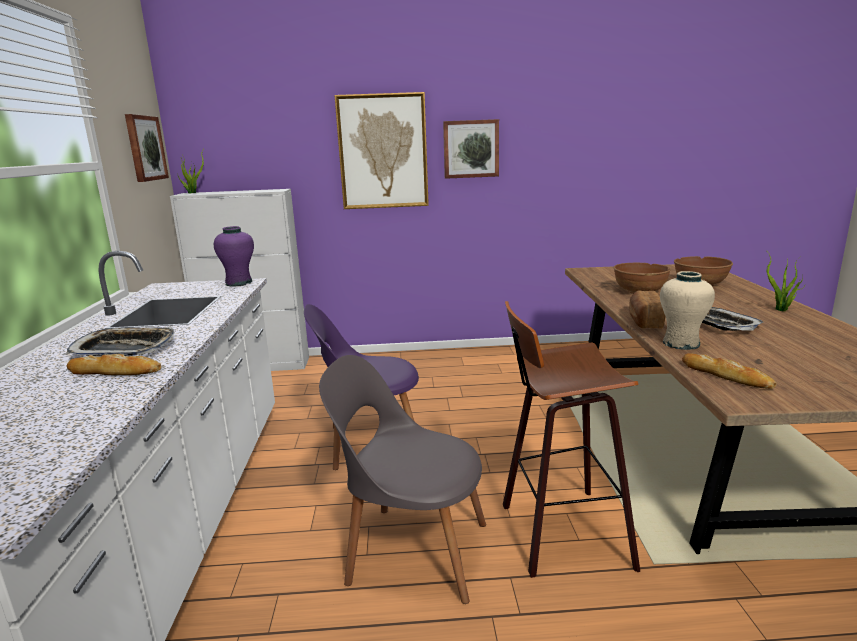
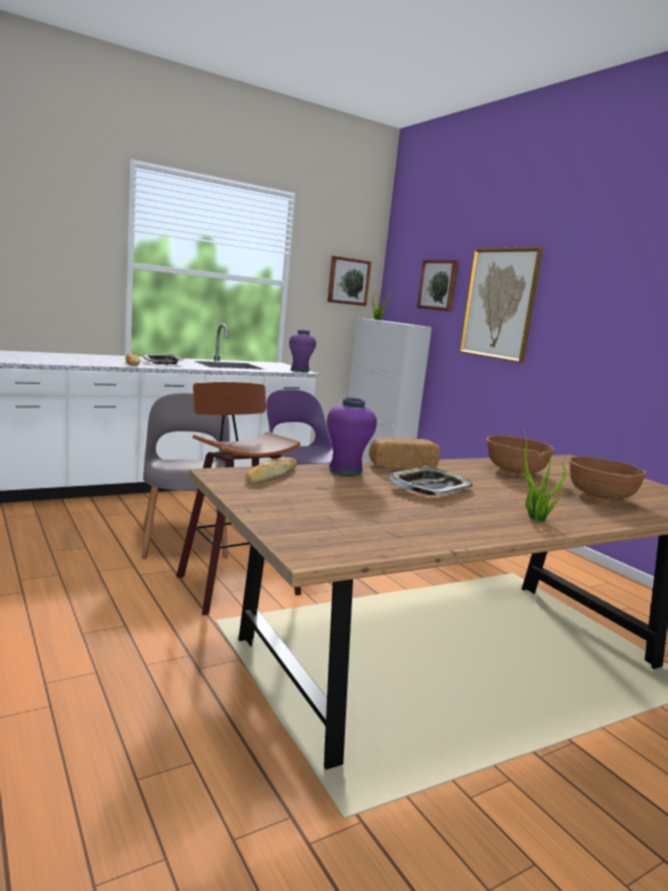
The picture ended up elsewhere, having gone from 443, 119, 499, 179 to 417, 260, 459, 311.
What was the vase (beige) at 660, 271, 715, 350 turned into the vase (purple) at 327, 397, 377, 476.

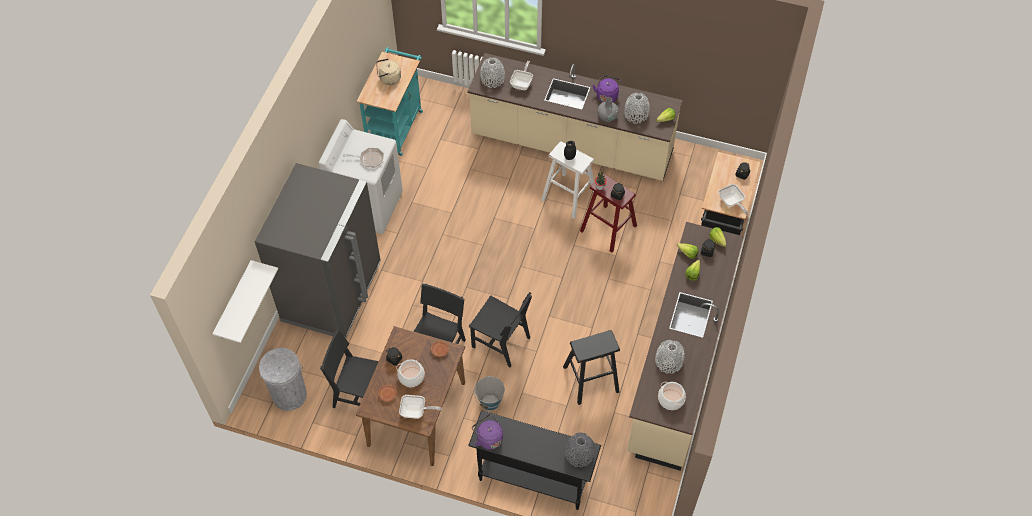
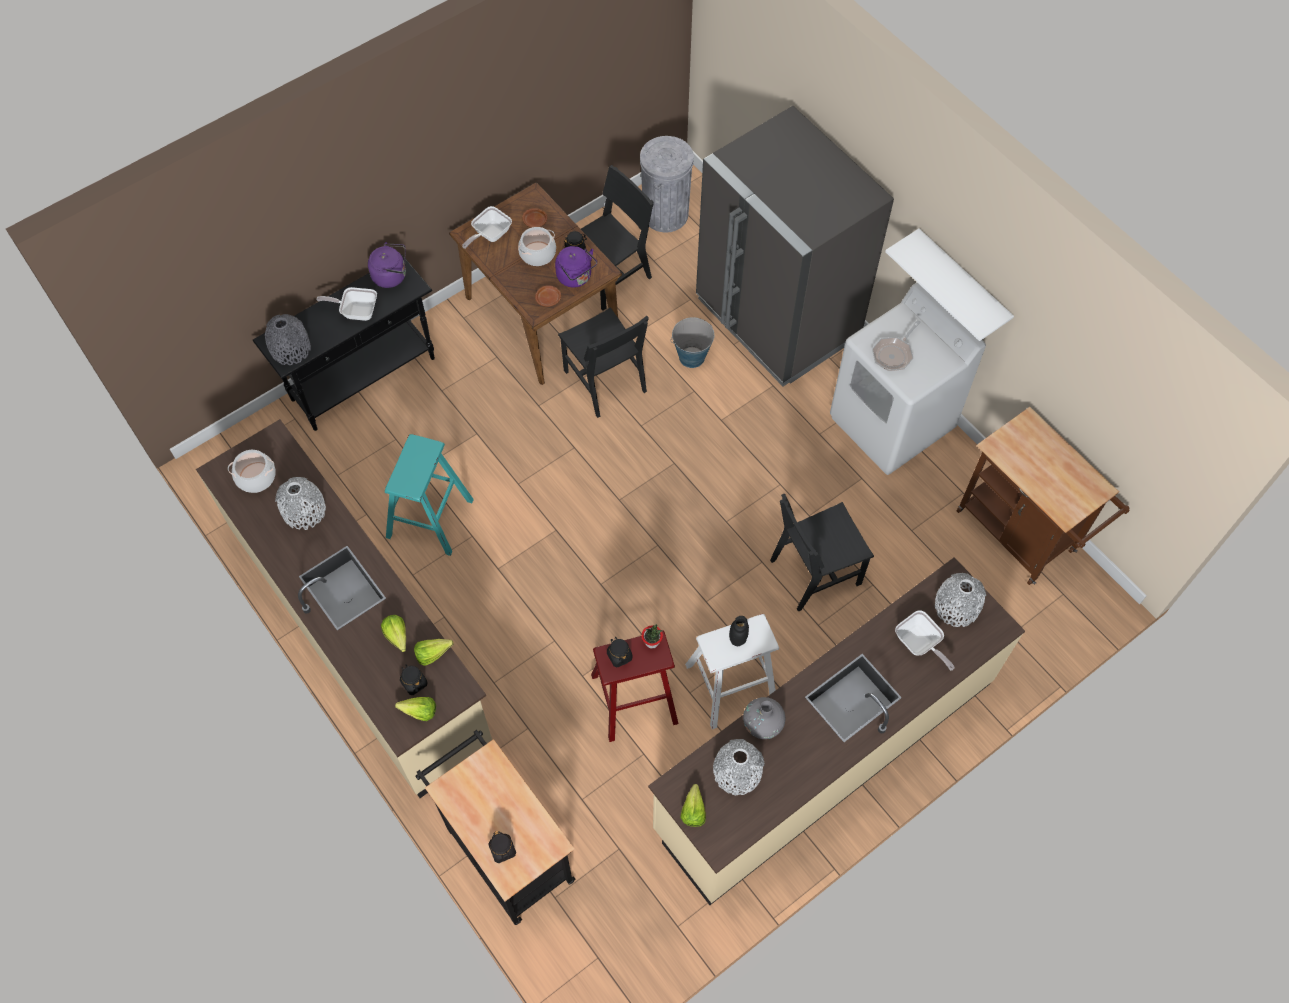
The second view lost the kettle (beige) at 376, 58, 401, 85.
The shelf (white) ended up elsewhere, having gone from 212, 260, 278, 343 to 885, 229, 1014, 341.
The chair (black) ended up elsewhere, having gone from 469, 292, 532, 367 to 770, 494, 874, 612.
The bucket ended up elsewhere, having gone from 474, 376, 505, 411 to 670, 317, 714, 368.
The kettle (purple) ended up elsewhere, having gone from 592, 75, 621, 102 to 555, 246, 597, 288.
The frying pan ended up elsewhere, having gone from 719, 184, 748, 215 to 317, 287, 377, 321.
What was the cart (turquoise) at 357, 47, 423, 156 turned into the cart (brown) at 956, 407, 1129, 585.
What was the stool (black) at 563, 330, 620, 405 turned into the stool (turquoise) at 385, 434, 474, 556.

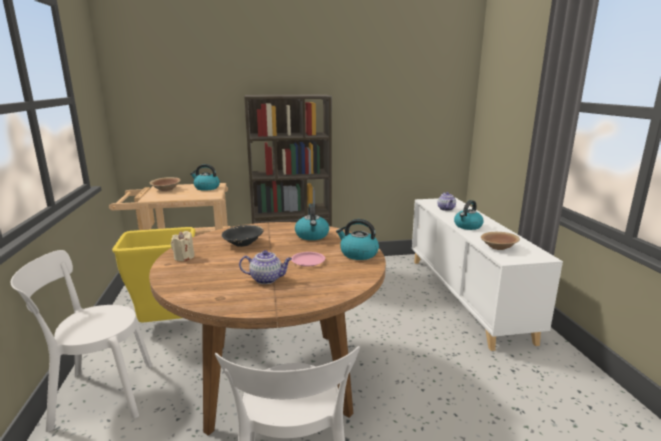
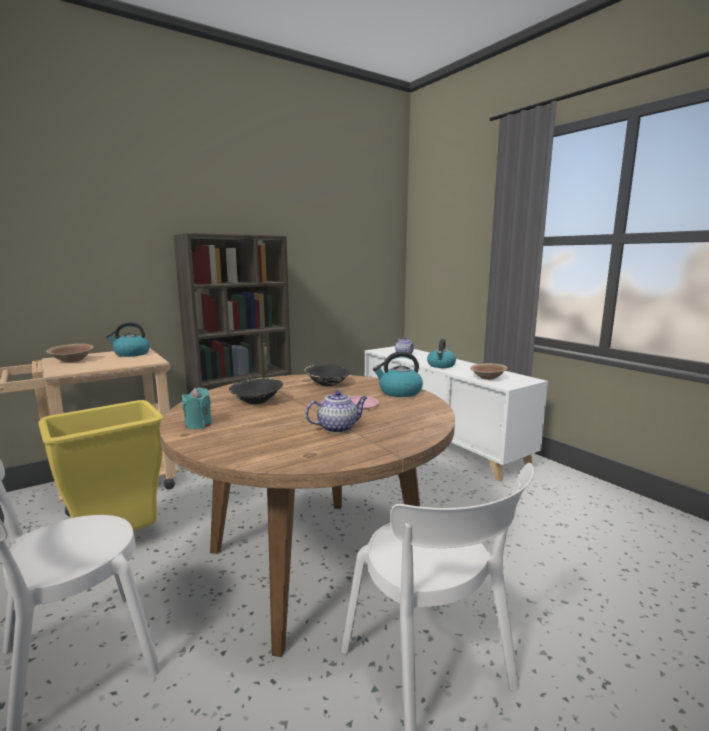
Where the kettle stood at 295, 203, 329, 240, the bowl (black) came to stand at 304, 364, 350, 386.
What was the candle (beige) at 171, 231, 195, 261 turned into the candle (turquoise) at 182, 388, 212, 429.

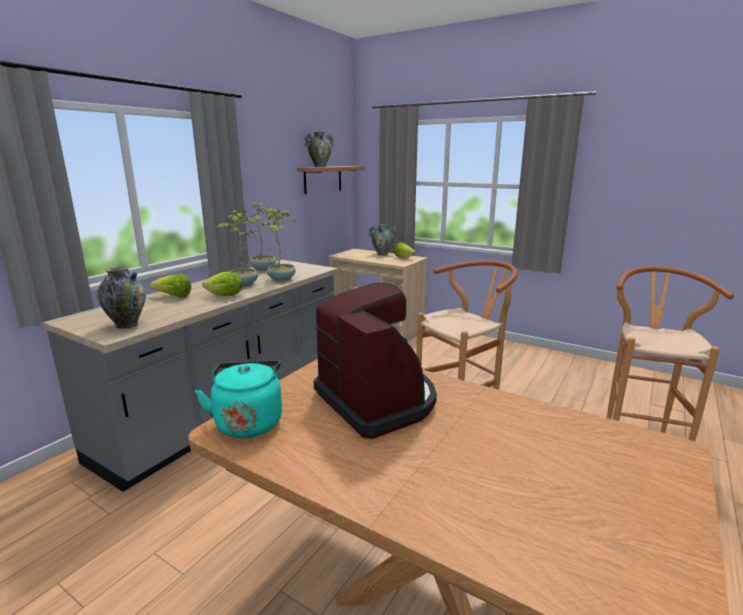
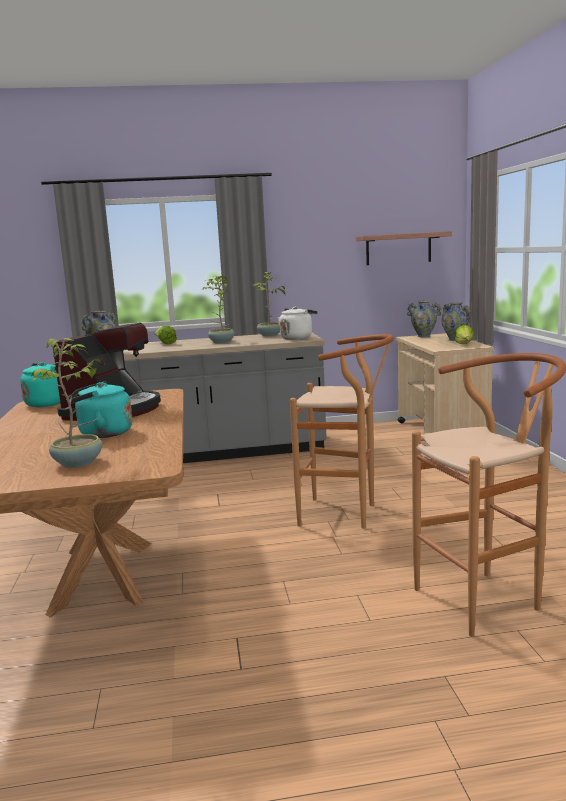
The second view lost the lettuce at 202, 272, 242, 296.
The second view gained the kettle (turquoise) at 66, 381, 133, 438.
The second view gained the kettle (white) at 278, 307, 317, 340.
The potted plant ended up elsewhere, having gone from 267, 208, 296, 282 to 32, 338, 102, 468.
The vase ended up elsewhere, having gone from 305, 132, 334, 167 to 407, 301, 441, 337.

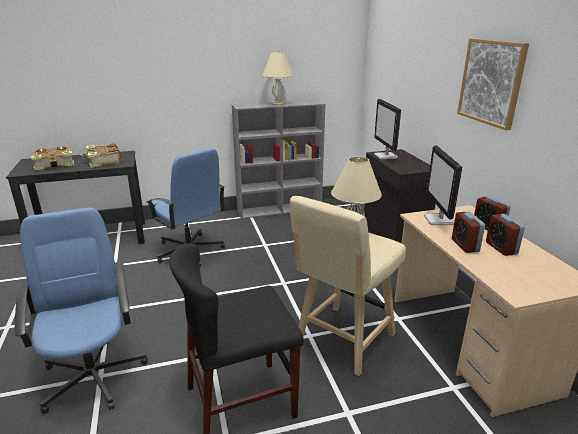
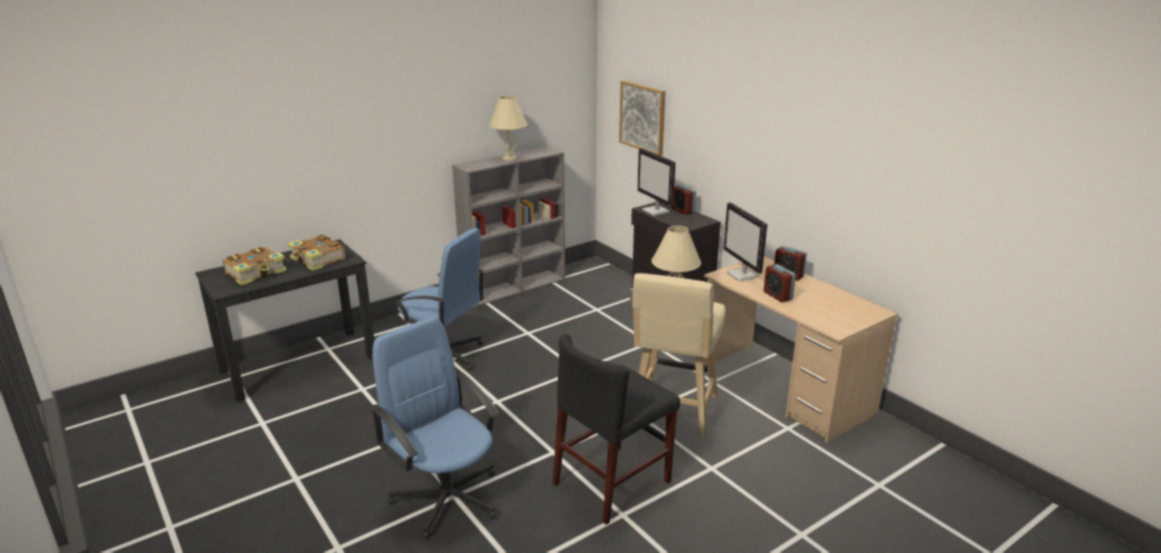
The picture ended up elsewhere, having gone from 457, 38, 529, 131 to 619, 81, 665, 156.
The alarm clock ended up elsewhere, having gone from 486, 214, 525, 256 to 671, 185, 696, 215.

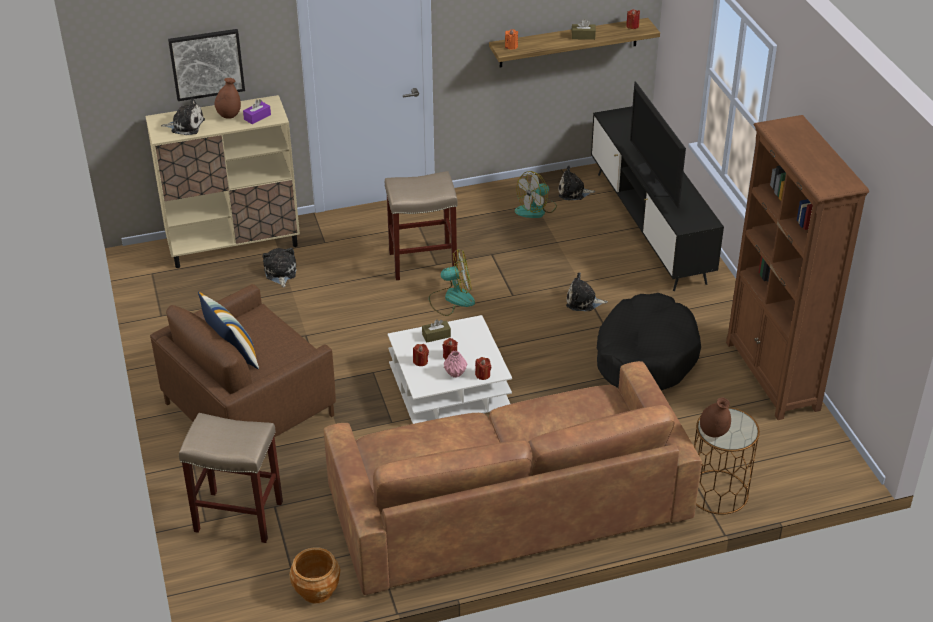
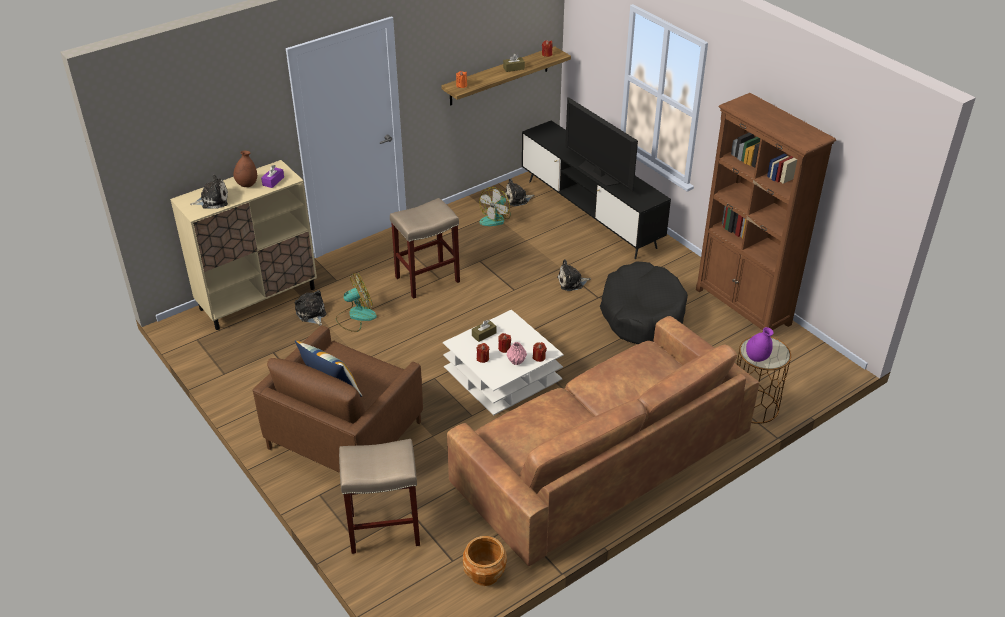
The second view lost the picture at 168, 29, 245, 101.
The fan ended up elsewhere, having gone from 429, 249, 475, 316 to 336, 273, 377, 332.
What was the vase (brown) at 700, 398, 731, 437 turned into the vase (purple) at 746, 327, 773, 362.

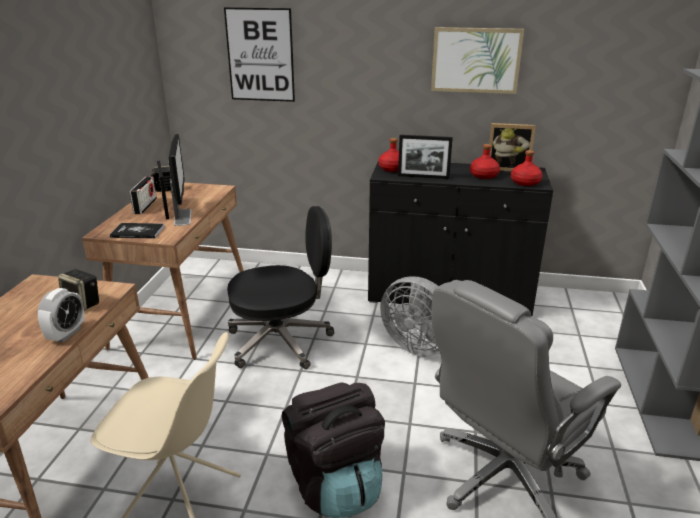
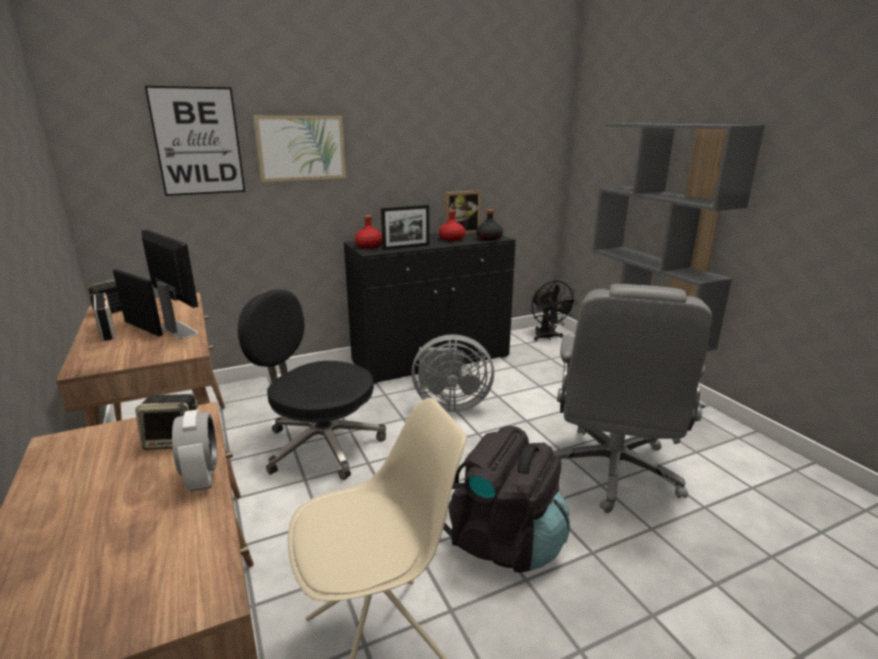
The second view lost the book at 110, 223, 164, 238.
The second view gained the fan (black) at 532, 280, 578, 341.
The picture ended up elsewhere, having gone from 431, 27, 524, 94 to 253, 115, 346, 182.
What was the bottle (red) at 511, 150, 543, 186 turned into the bottle (black) at 476, 209, 503, 241.
The office chair (black) at 227, 206, 334, 369 ended up facing another way, 105 degrees counterclockwise from before.

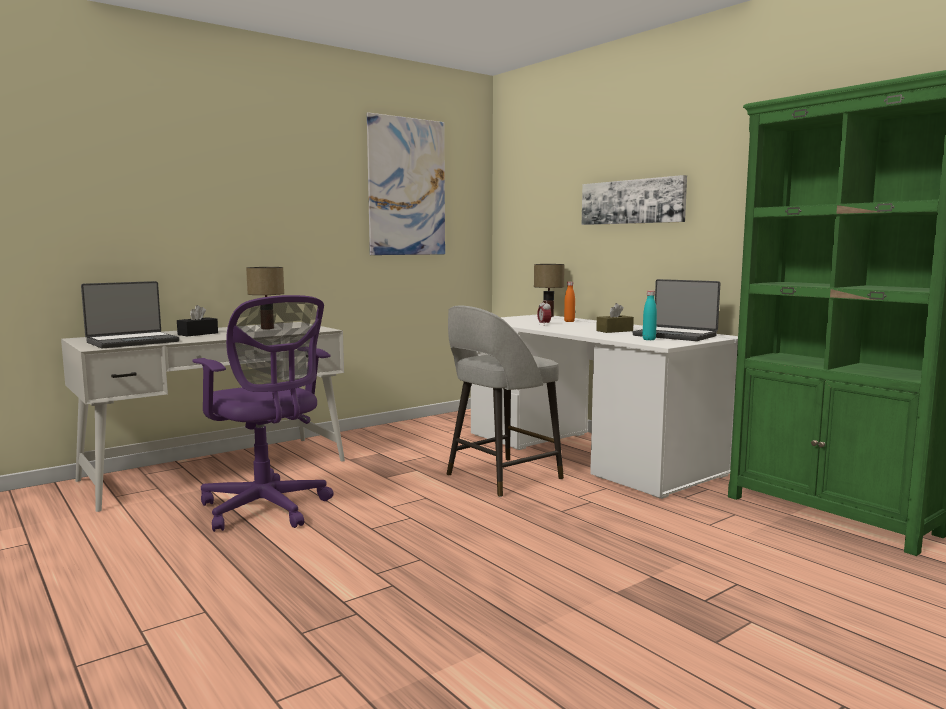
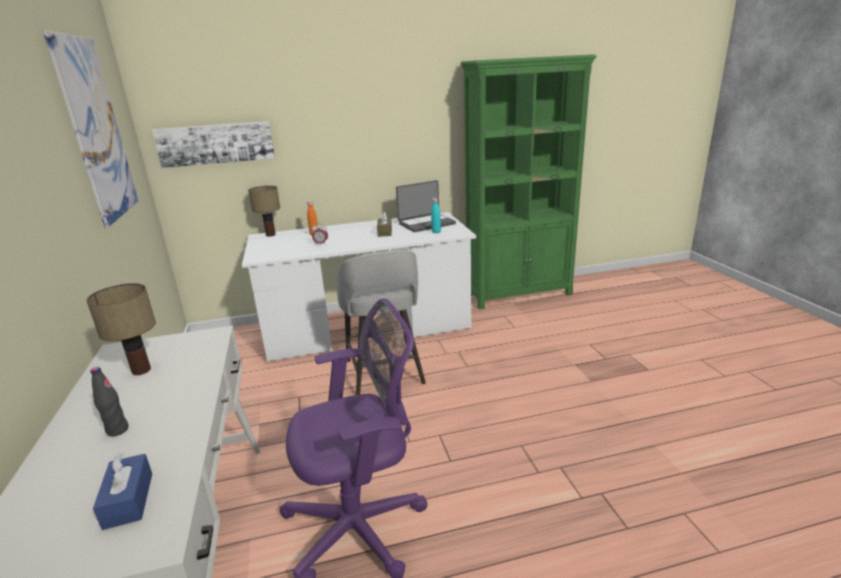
The picture ended up elsewhere, having gone from 582, 175, 687, 225 to 152, 121, 275, 168.
Where the laptop stood at 81, 281, 179, 348, the tissue box (blue) came to stand at 93, 452, 152, 530.
Where the tissue box (black) stood at 177, 305, 218, 337, the bottle (black) came to stand at 90, 367, 128, 437.

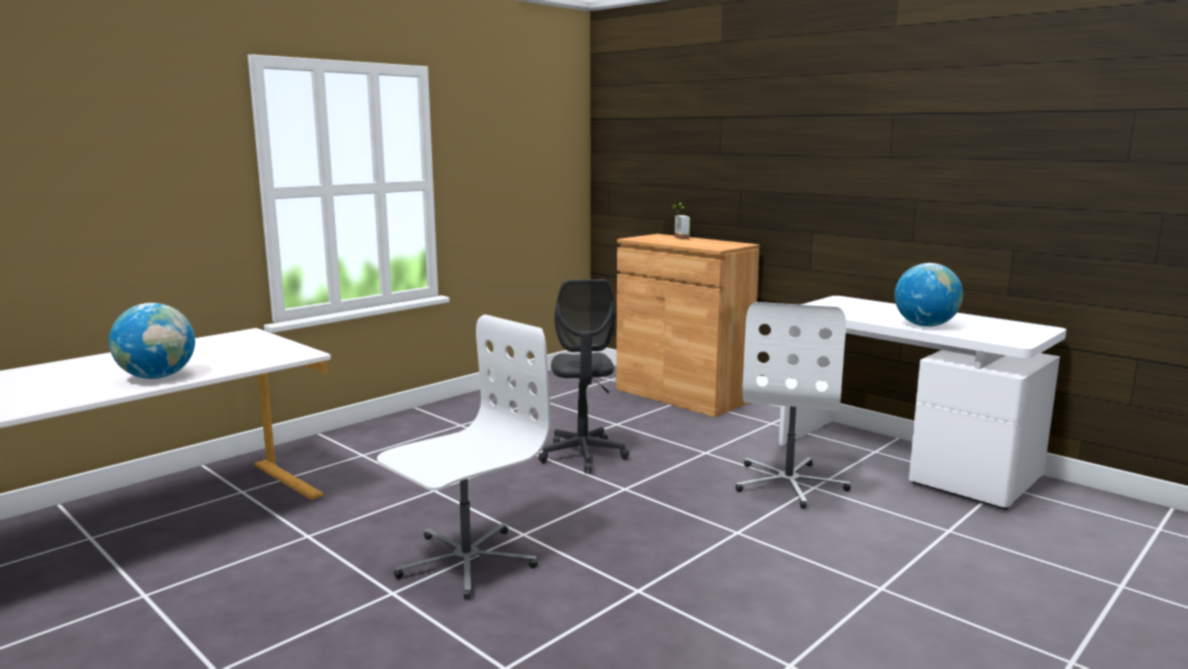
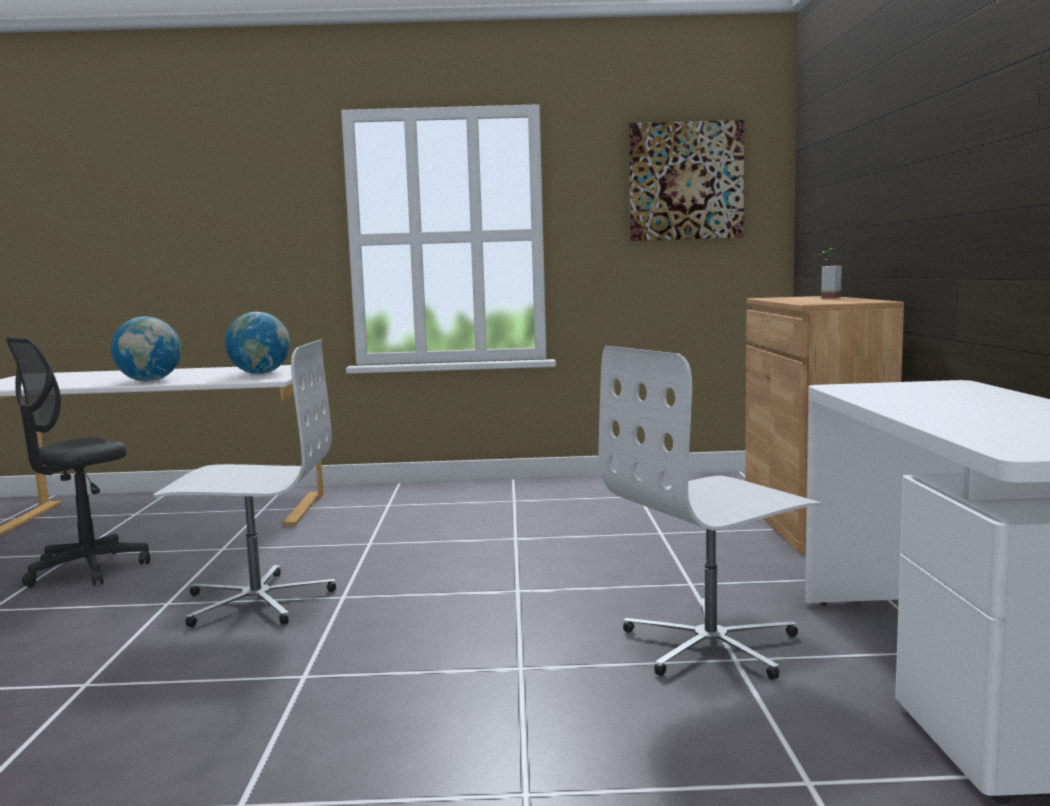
The second view gained the picture at 629, 120, 744, 241.
The office chair (grey) ended up elsewhere, having gone from 538, 279, 629, 473 to 5, 338, 150, 587.
The globe ended up elsewhere, having gone from 895, 263, 963, 327 to 225, 312, 290, 374.

